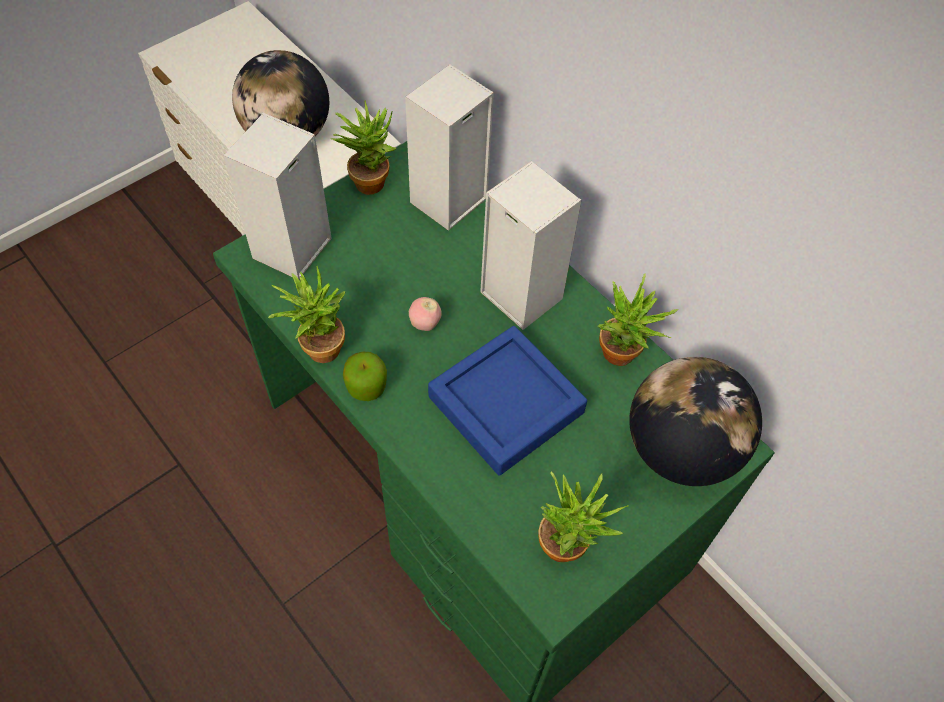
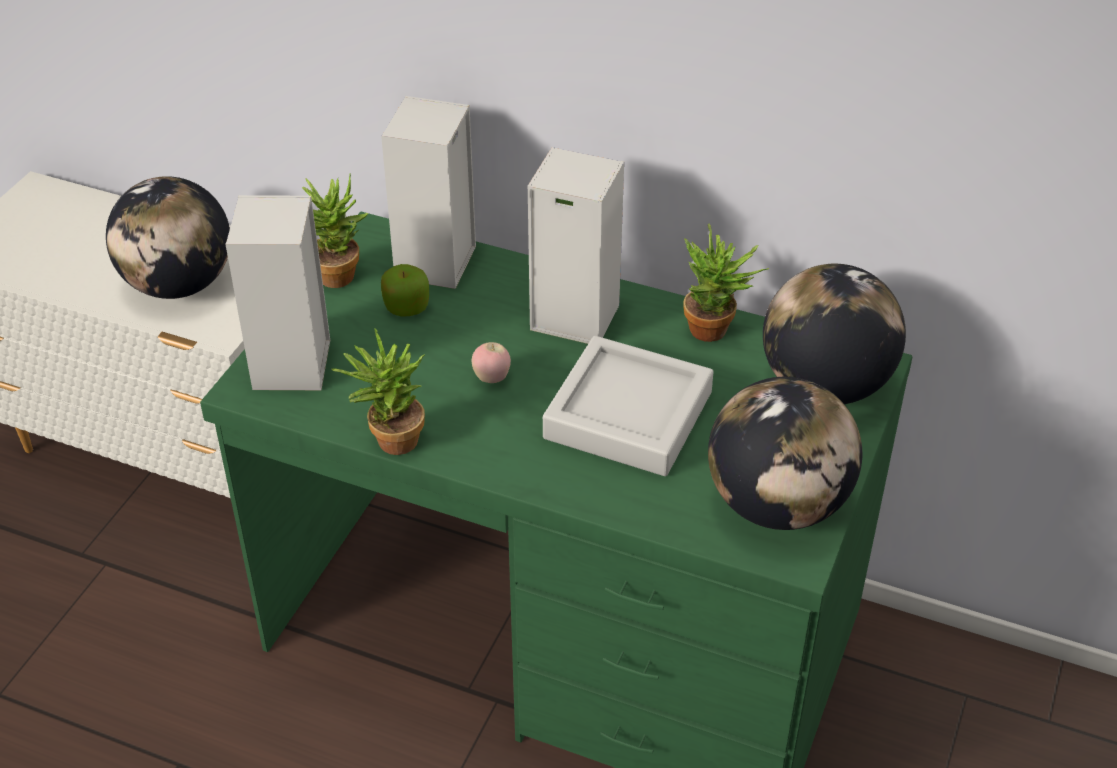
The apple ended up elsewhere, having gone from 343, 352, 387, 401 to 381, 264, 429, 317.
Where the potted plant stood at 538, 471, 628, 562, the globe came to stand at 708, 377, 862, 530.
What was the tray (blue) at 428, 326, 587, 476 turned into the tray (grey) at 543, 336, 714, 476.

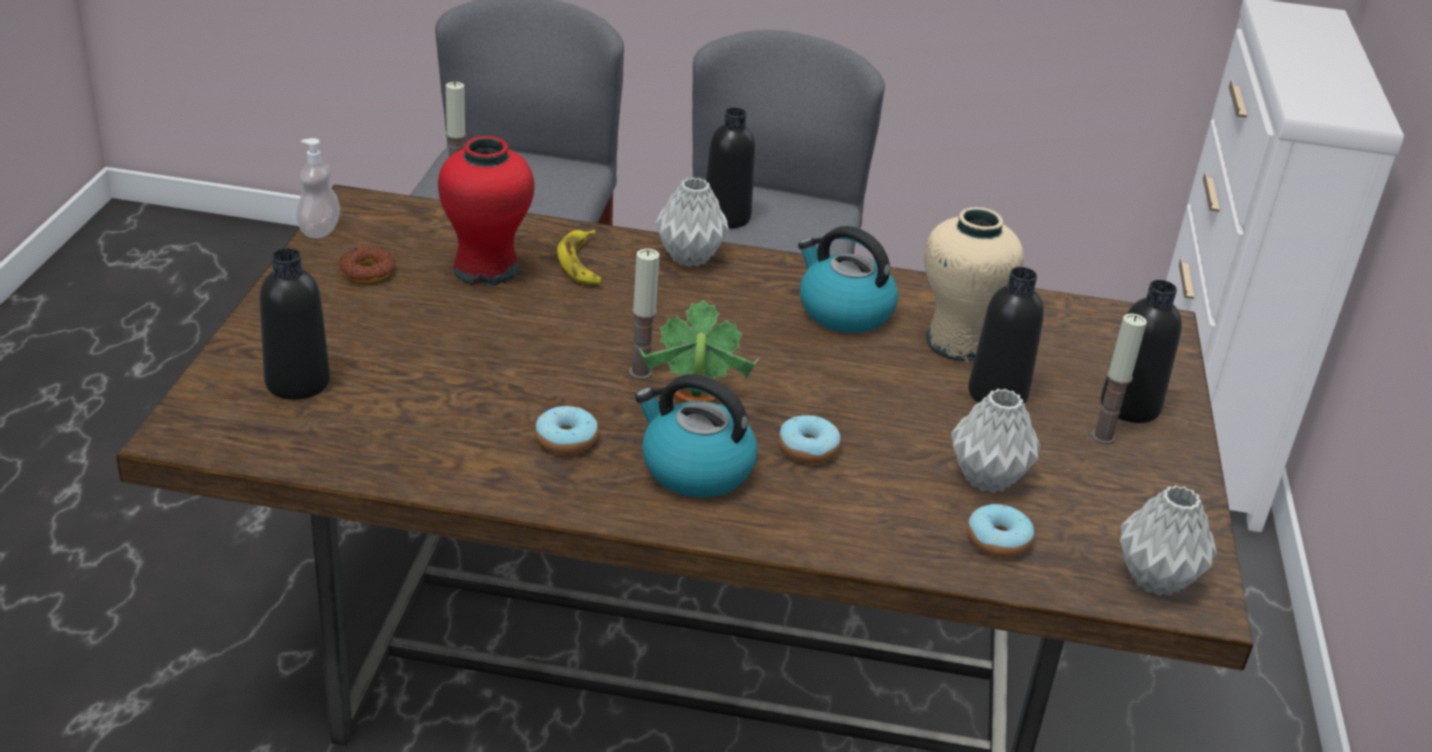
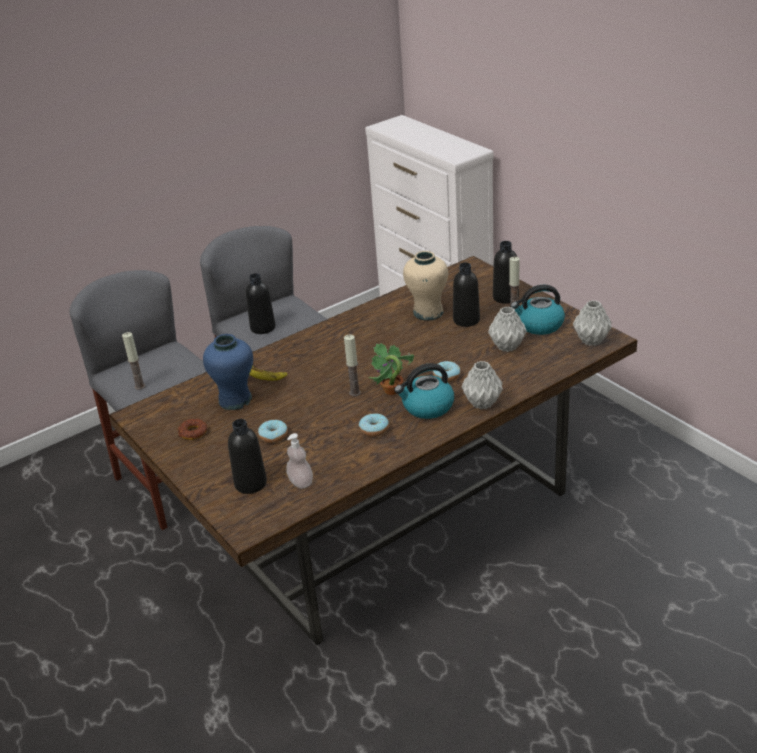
The soap dispenser ended up elsewhere, having gone from 296, 138, 340, 238 to 286, 433, 313, 488.
The vase (grey) ended up elsewhere, having gone from 655, 178, 729, 267 to 461, 361, 503, 409.
The kettle ended up elsewhere, having gone from 798, 226, 898, 333 to 511, 285, 565, 335.
The donut ended up elsewhere, having gone from 967, 504, 1034, 558 to 258, 419, 288, 443.
What was the vase (red) at 438, 136, 534, 286 turned into the vase (blue) at 203, 334, 253, 410.

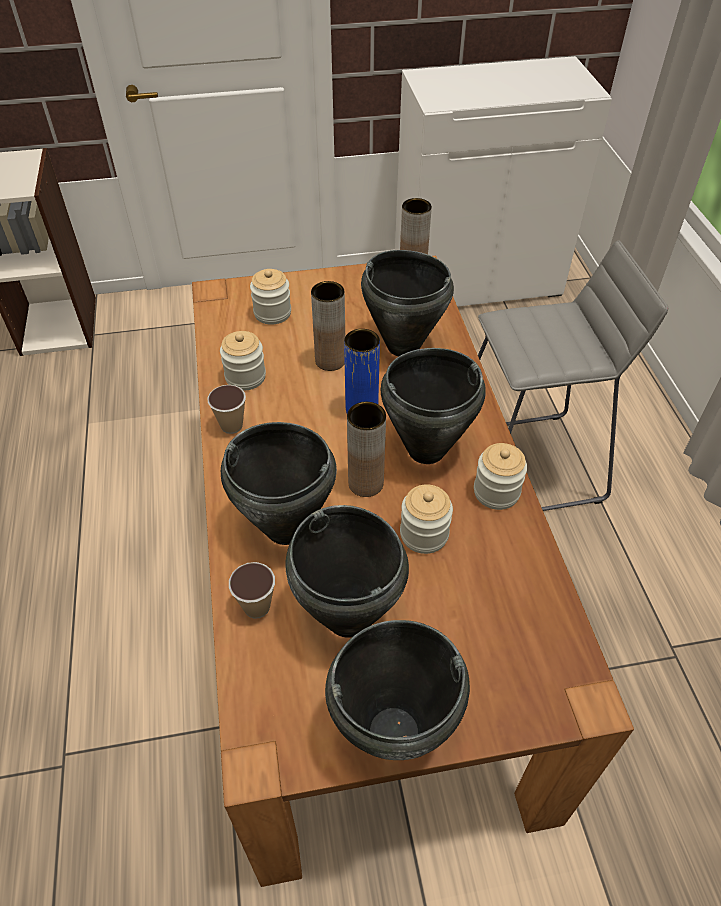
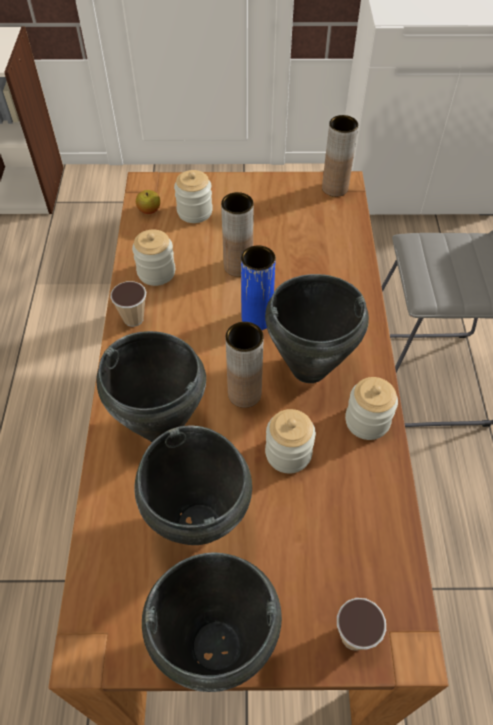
The second view lost the cooking pot (black) at 361, 250, 454, 356.
The second view gained the apple at 136, 190, 161, 214.
The cup ended up elsewhere, having gone from 229, 562, 275, 619 to 337, 598, 386, 651.

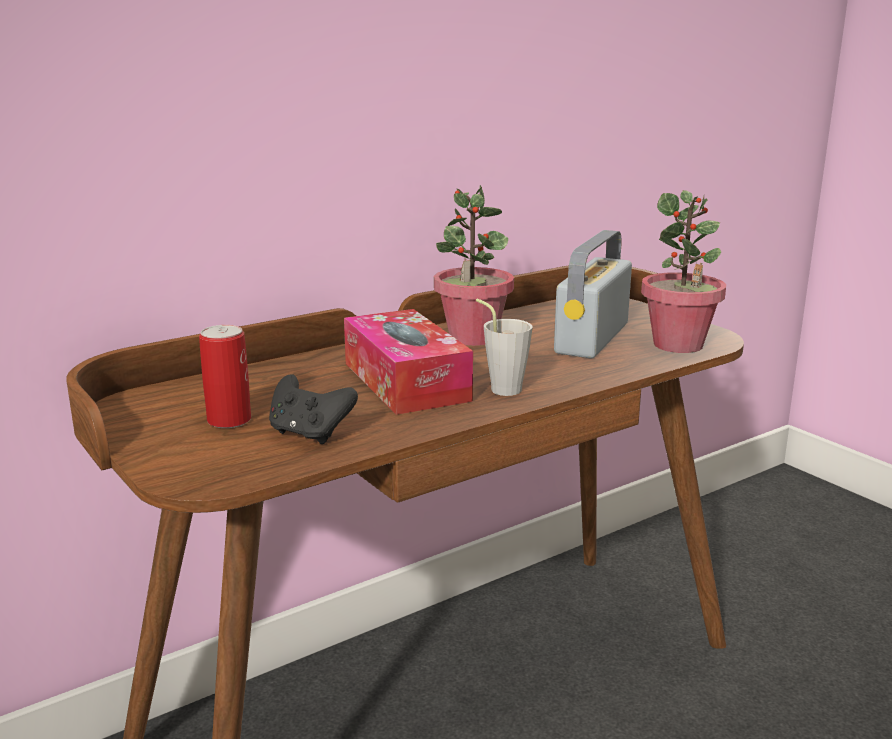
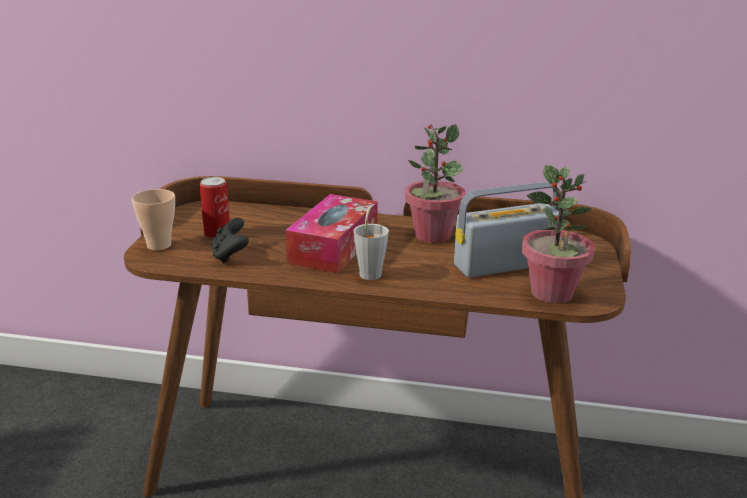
The second view gained the cup at 131, 189, 175, 250.

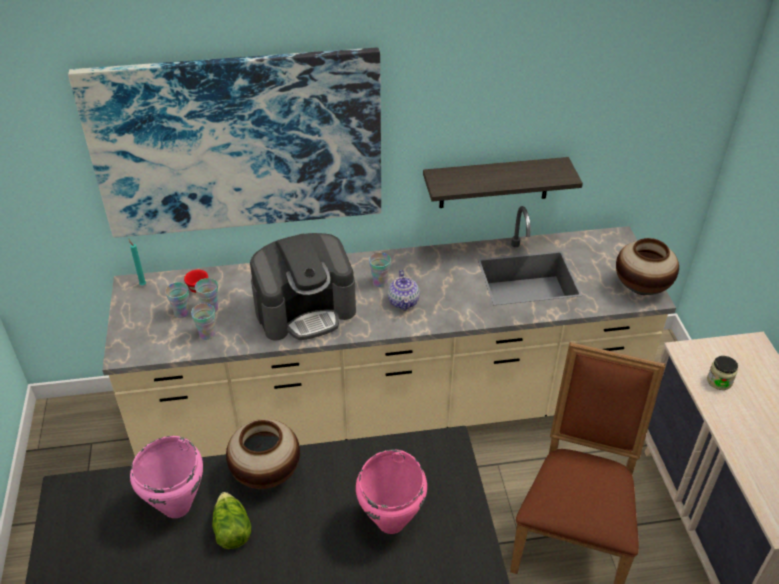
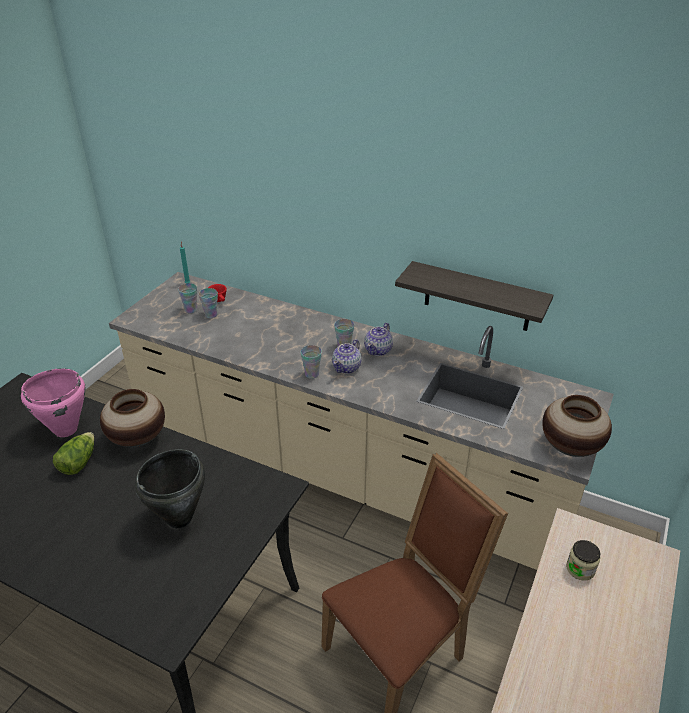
The second view lost the picture at 68, 48, 381, 238.
The second view lost the coffee machine at 250, 233, 356, 341.
The second view gained the teapot at 364, 323, 393, 356.
The cup ended up elsewhere, having gone from 191, 303, 215, 340 to 301, 345, 322, 379.
What was the cooking pot (pink) at 356, 449, 427, 534 turned into the cooking pot (black) at 135, 449, 205, 528.

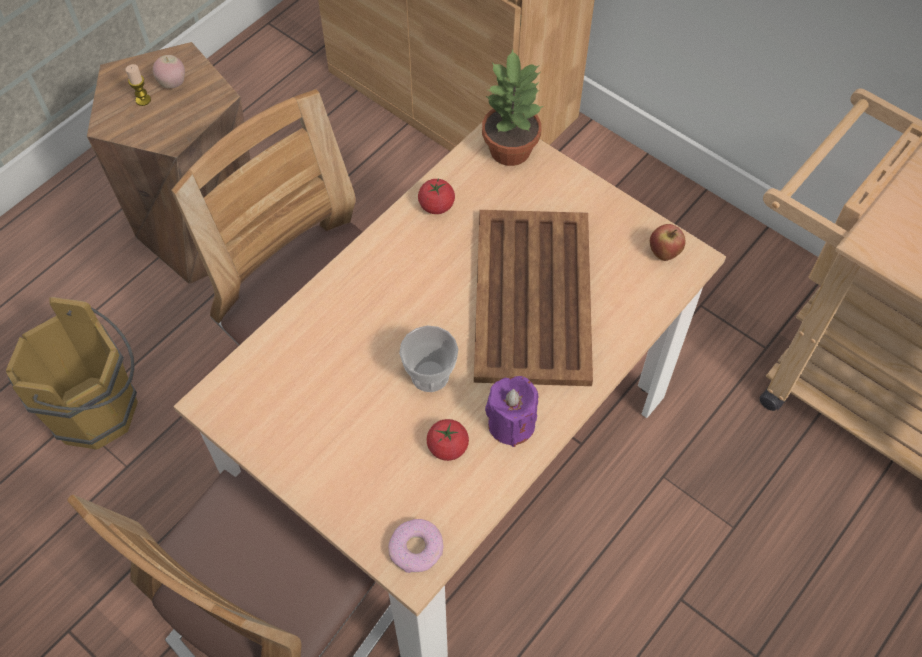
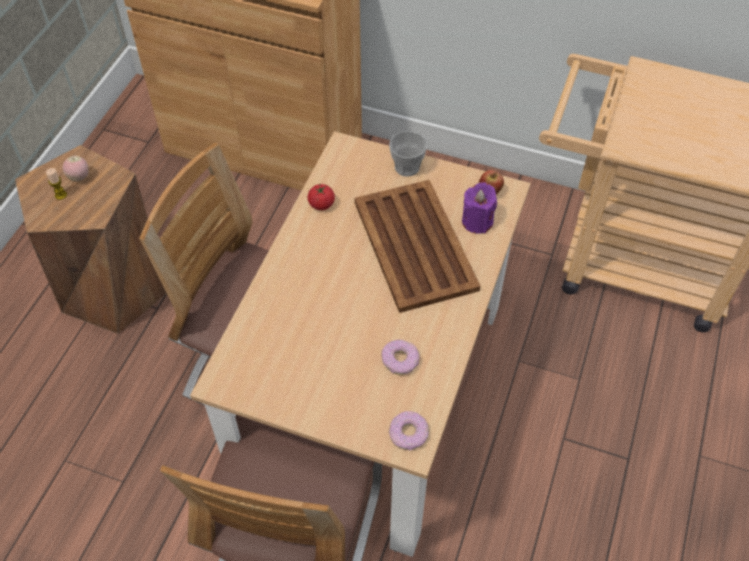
The second view lost the bucket (brown) at 6, 297, 138, 449.
The second view lost the potted plant at 482, 49, 543, 166.
The cup ended up elsewhere, having gone from 399, 326, 458, 392 to 389, 131, 427, 177.
The candle (purple) ended up elsewhere, having gone from 485, 376, 538, 447 to 462, 182, 497, 234.
Where the tomato stood at 427, 419, 469, 461, the donut came to stand at 381, 340, 419, 375.

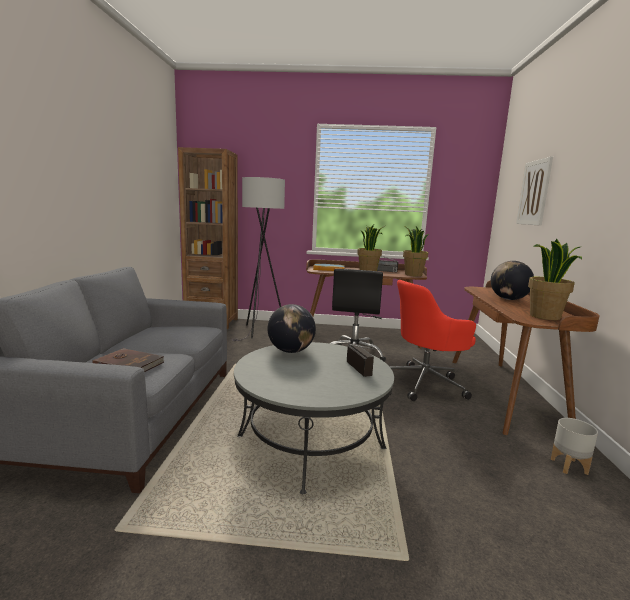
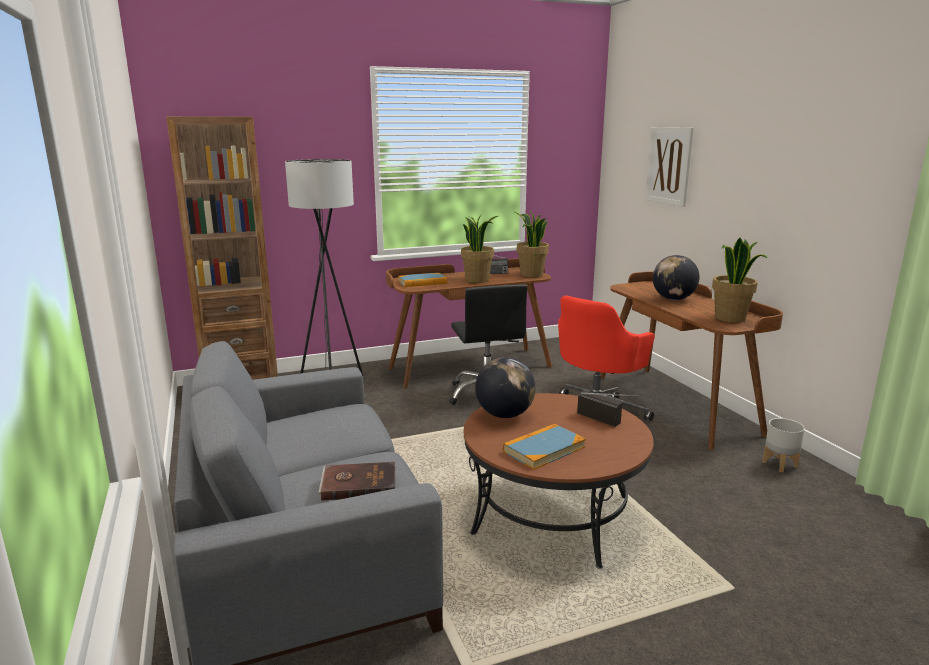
The second view gained the book at 503, 424, 586, 469.
What was the coffee table (grey) at 234, 342, 394, 494 turned into the coffee table (brown) at 464, 393, 654, 569.

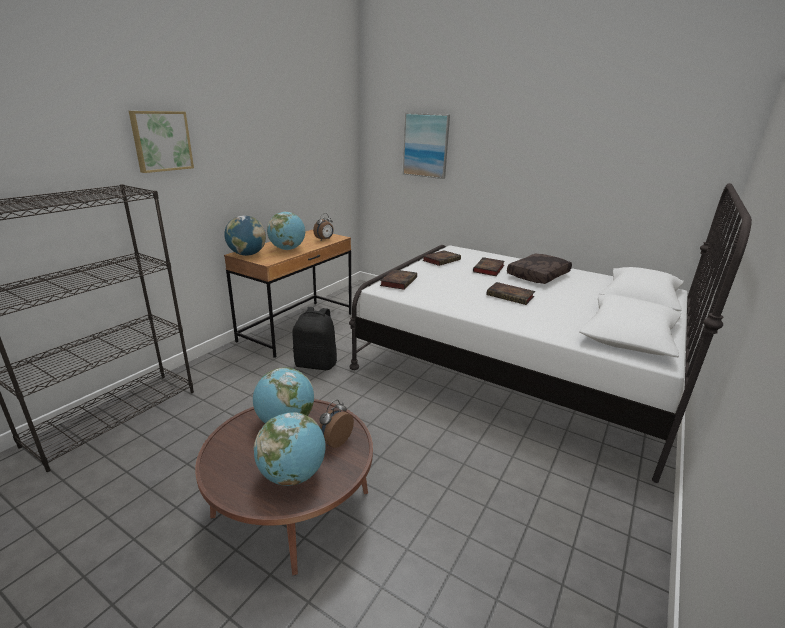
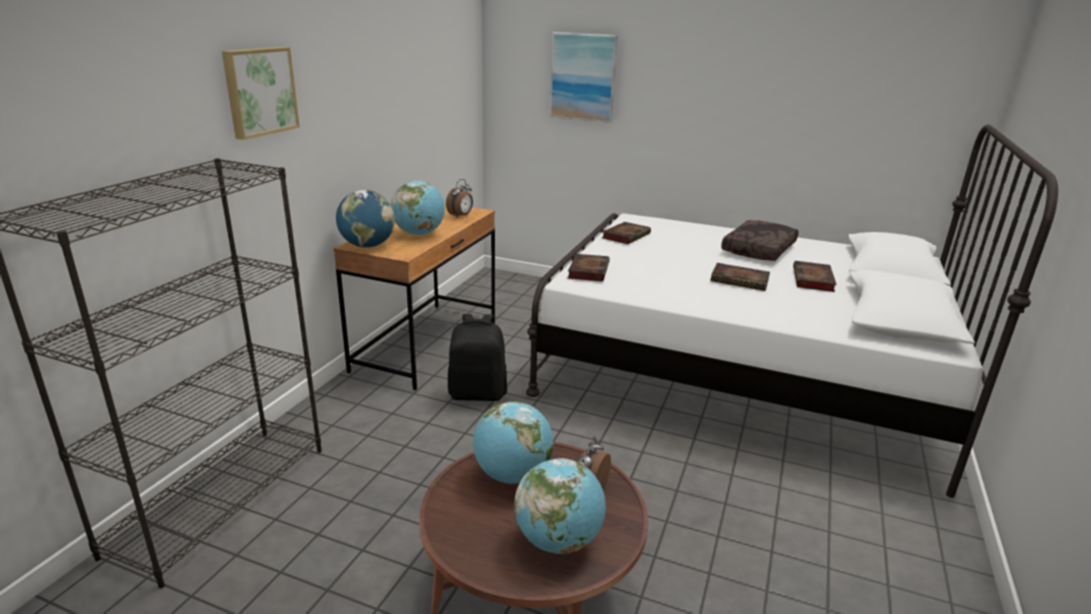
The book ended up elsewhere, having gone from 473, 257, 505, 276 to 793, 261, 837, 292.

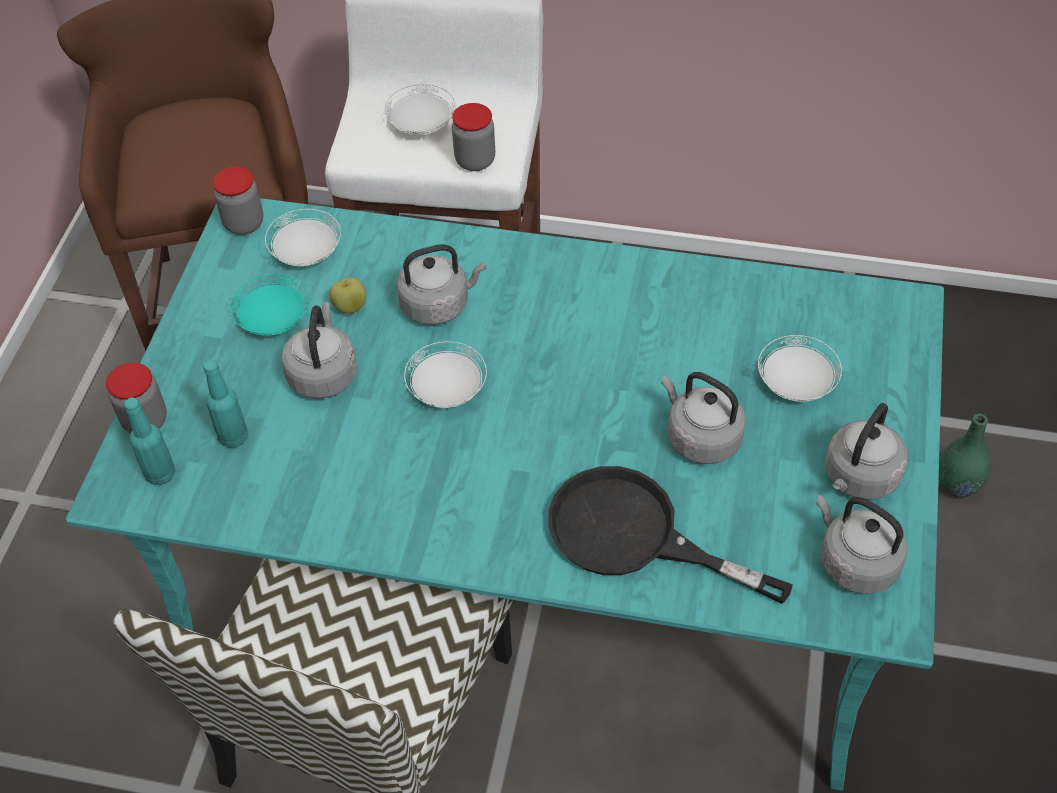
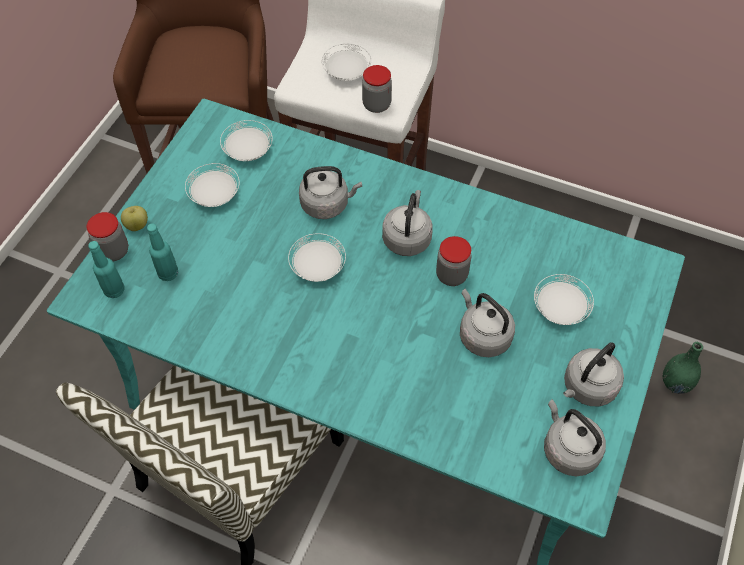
The second view lost the frying pan (black) at 548, 466, 793, 604.
The jar ended up elsewhere, having gone from 212, 166, 263, 235 to 436, 236, 472, 286.
The kettle (grey) ended up elsewhere, having gone from 282, 302, 357, 399 to 382, 190, 433, 256.
The apple ended up elsewhere, having gone from 330, 278, 366, 314 to 121, 206, 148, 231.
What was the plate (turquoise) at 230, 274, 309, 336 turned into the plate (white) at 185, 163, 240, 207.

